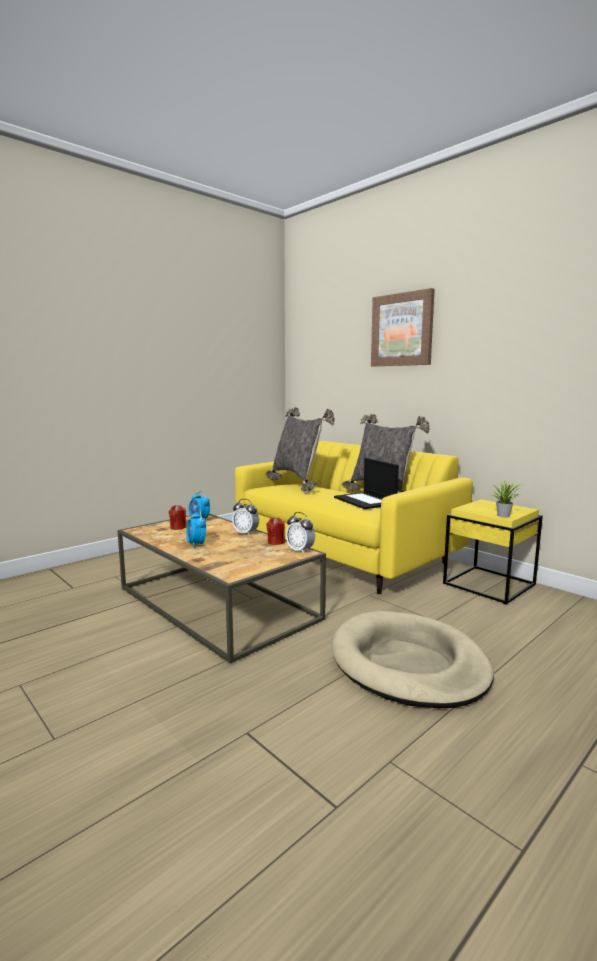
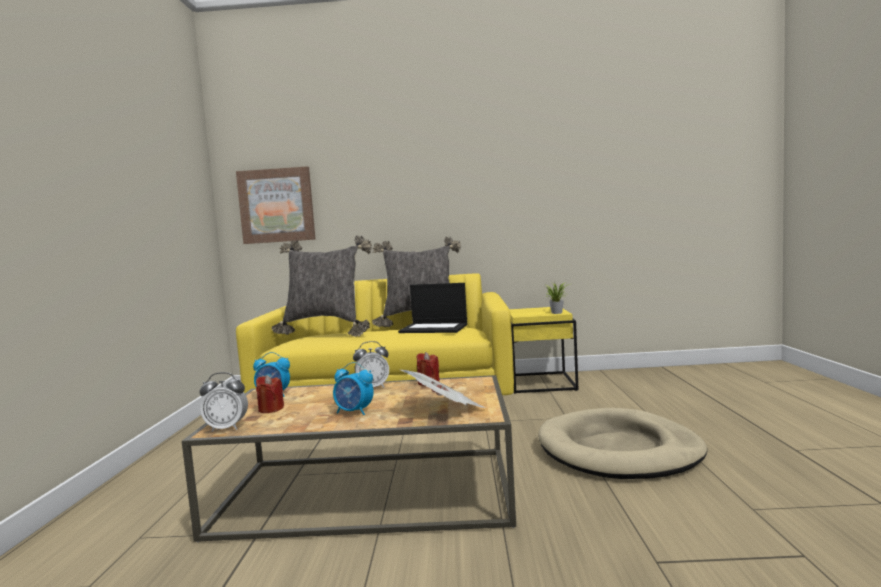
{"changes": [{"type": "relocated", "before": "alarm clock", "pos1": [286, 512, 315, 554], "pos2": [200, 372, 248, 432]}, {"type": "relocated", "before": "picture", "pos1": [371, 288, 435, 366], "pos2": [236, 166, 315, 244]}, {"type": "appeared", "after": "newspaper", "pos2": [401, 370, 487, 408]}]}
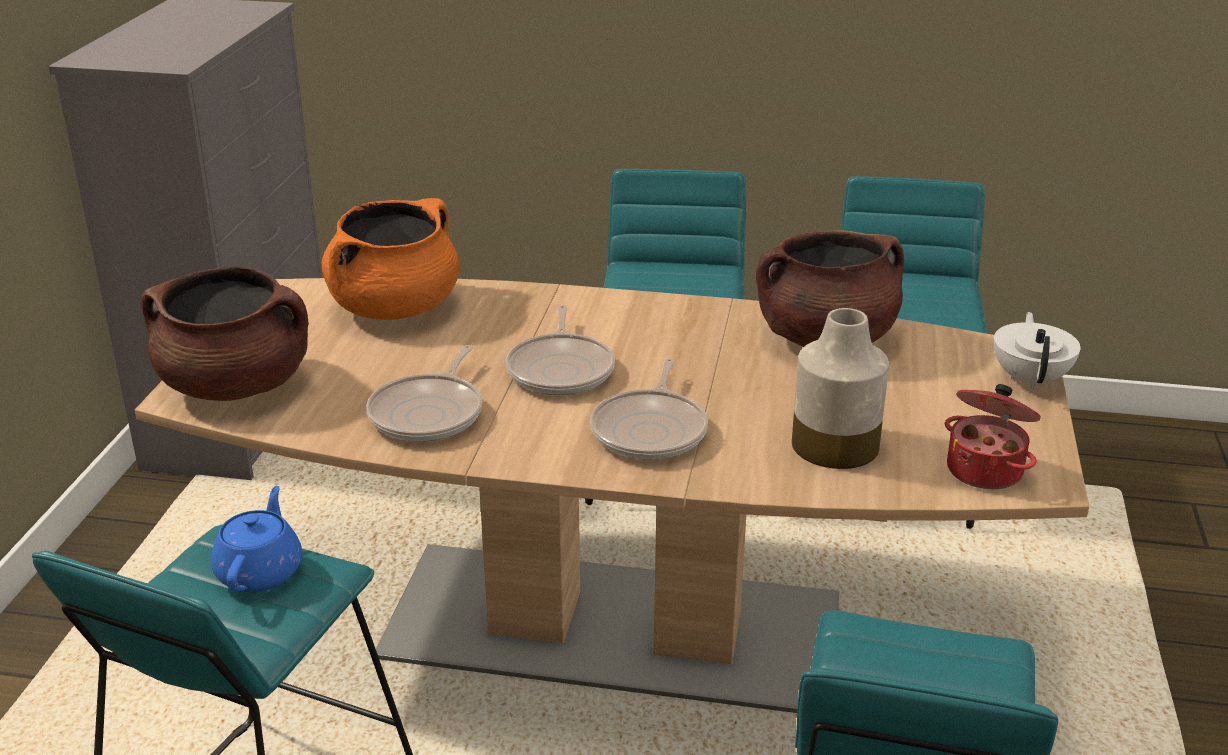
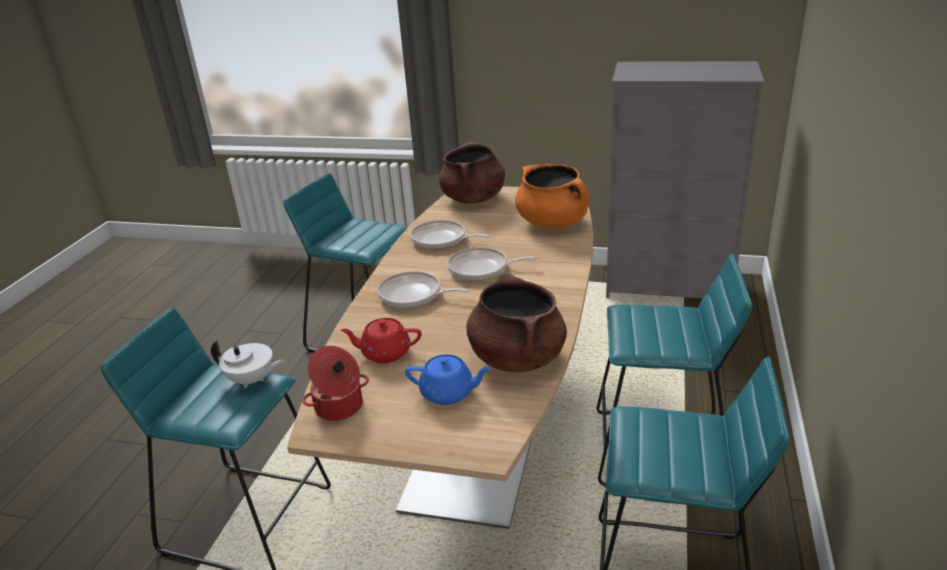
{"changes": [{"type": "relocated", "before": "teapot (blue)", "pos1": [211, 486, 302, 592], "pos2": [405, 354, 491, 405]}, {"type": "exchanged", "before": "vase (beige)", "after": "teapot (red)", "pos1": [792, 308, 889, 469], "pos2": [340, 318, 422, 363]}, {"type": "relocated", "before": "teapot (white)", "pos1": [994, 312, 1081, 390], "pos2": [211, 340, 284, 388]}]}
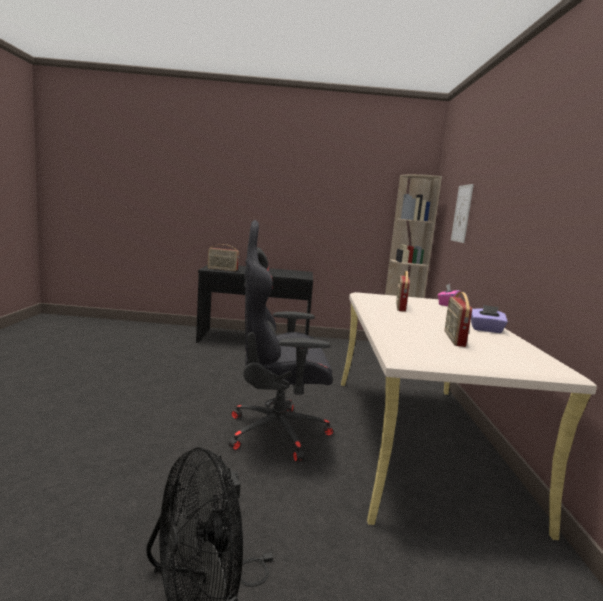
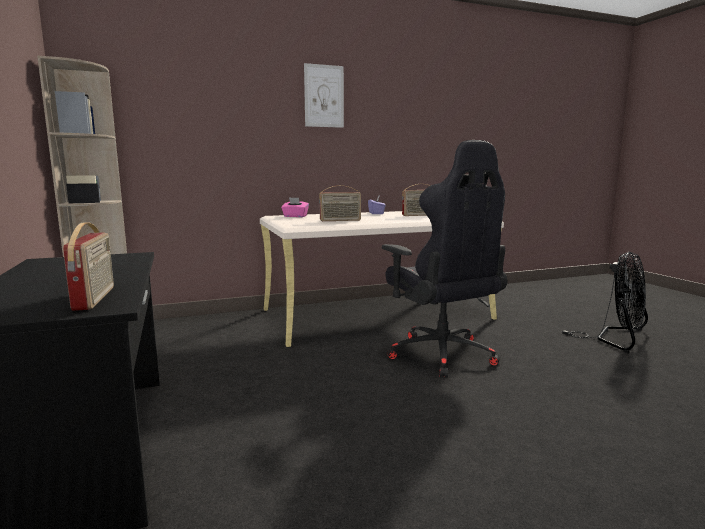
{"changes": [{"type": "relocated", "before": "picture", "pos1": [451, 184, 474, 243], "pos2": [304, 63, 344, 128]}]}
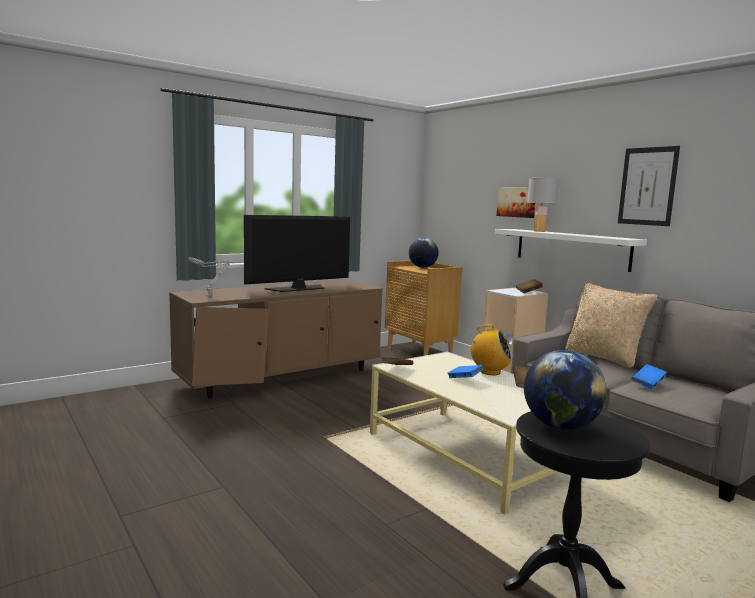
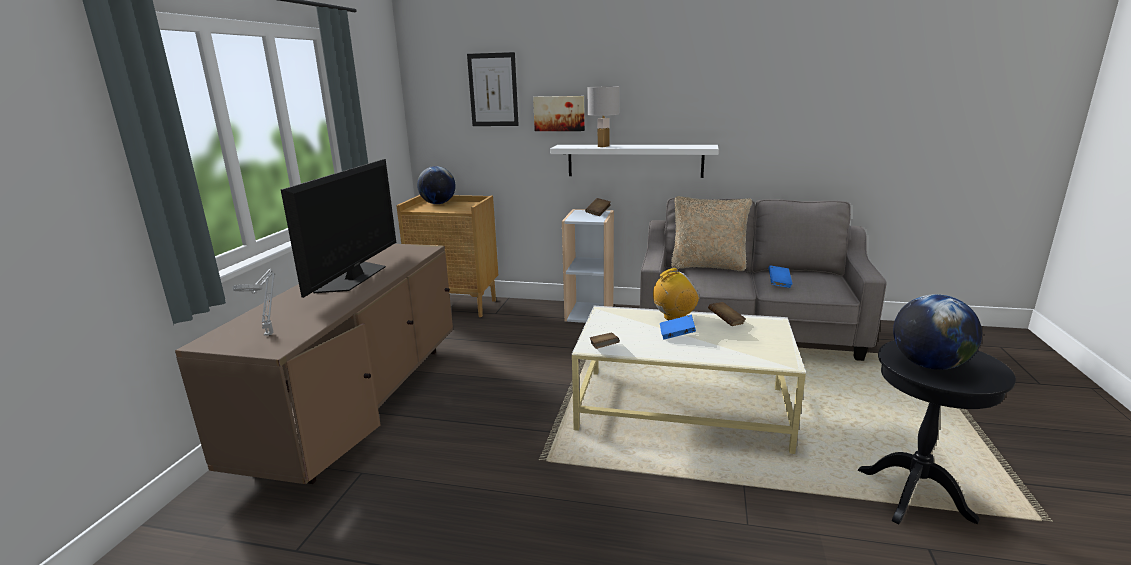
{"changes": [{"type": "relocated", "before": "picture", "pos1": [618, 146, 680, 226], "pos2": [467, 52, 519, 126]}]}
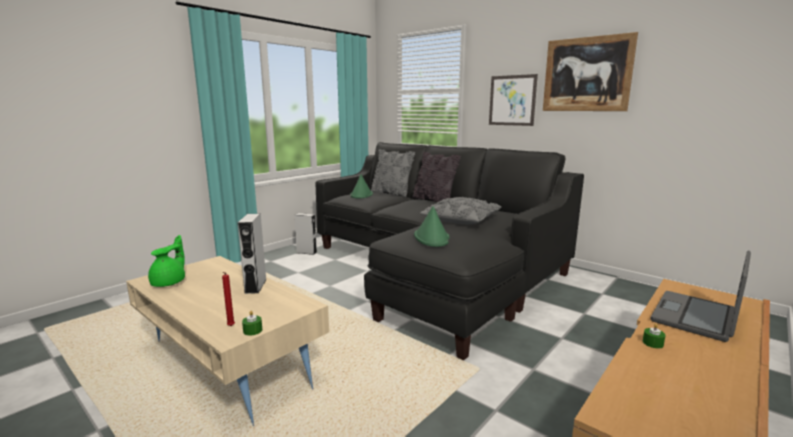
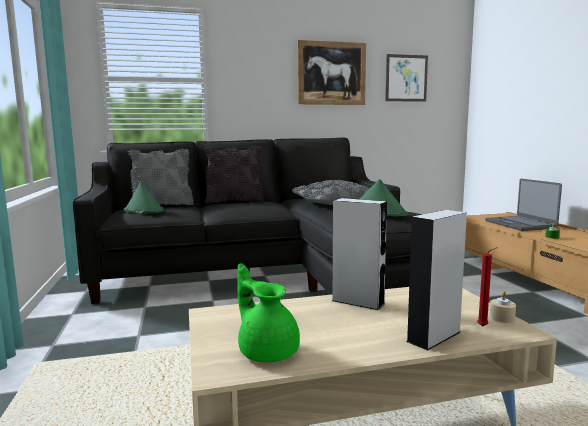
{"changes": [{"type": "colour", "before": "candle (green)", "after": "candle (beige)", "pos1": [242, 311, 262, 336], "pos2": [489, 291, 516, 323]}, {"type": "relocated", "before": "speaker (grey)", "pos1": [294, 213, 317, 255], "pos2": [406, 210, 467, 351]}, {"type": "relocated", "before": "picture", "pos1": [489, 74, 538, 126], "pos2": [385, 54, 428, 102]}]}
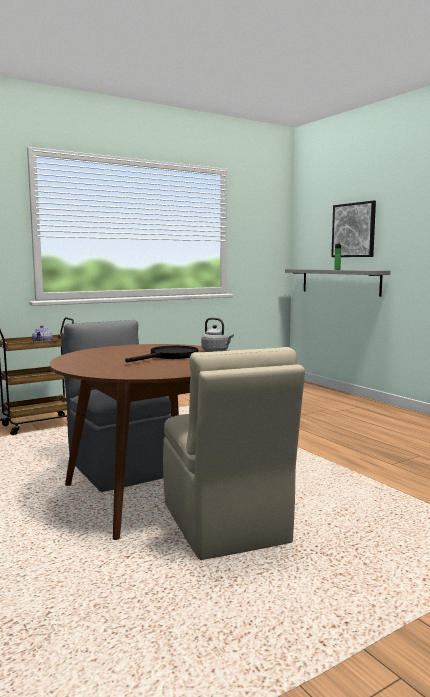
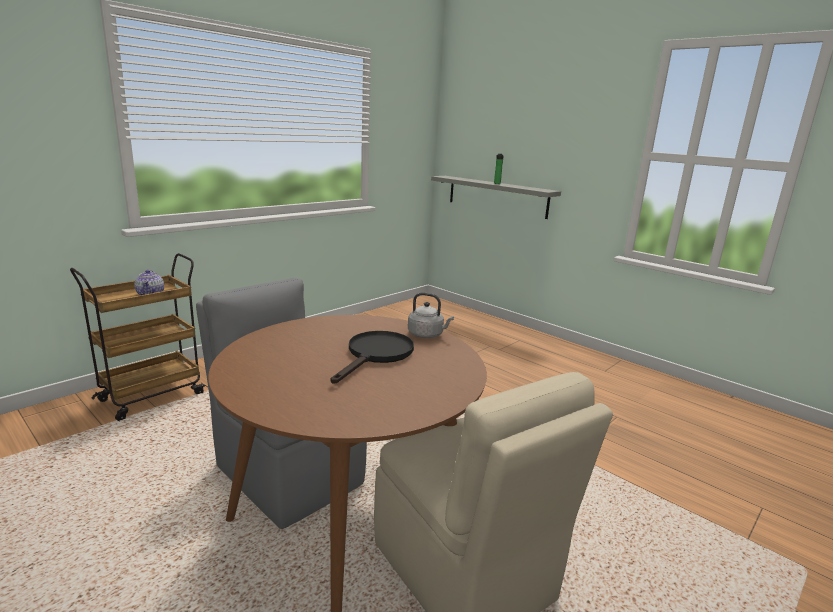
{"changes": [{"type": "missing", "before": "picture", "pos1": [331, 201, 376, 257]}]}
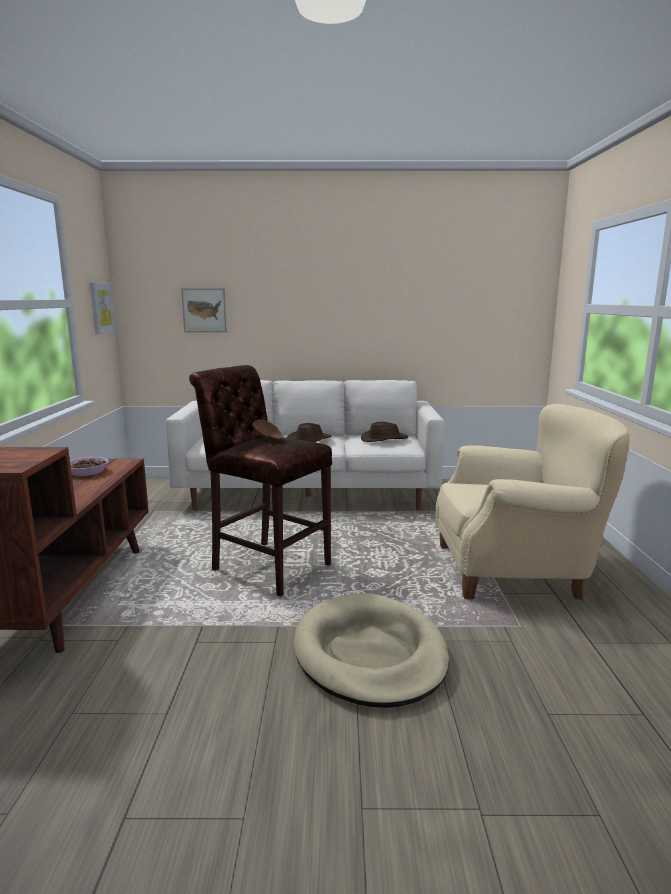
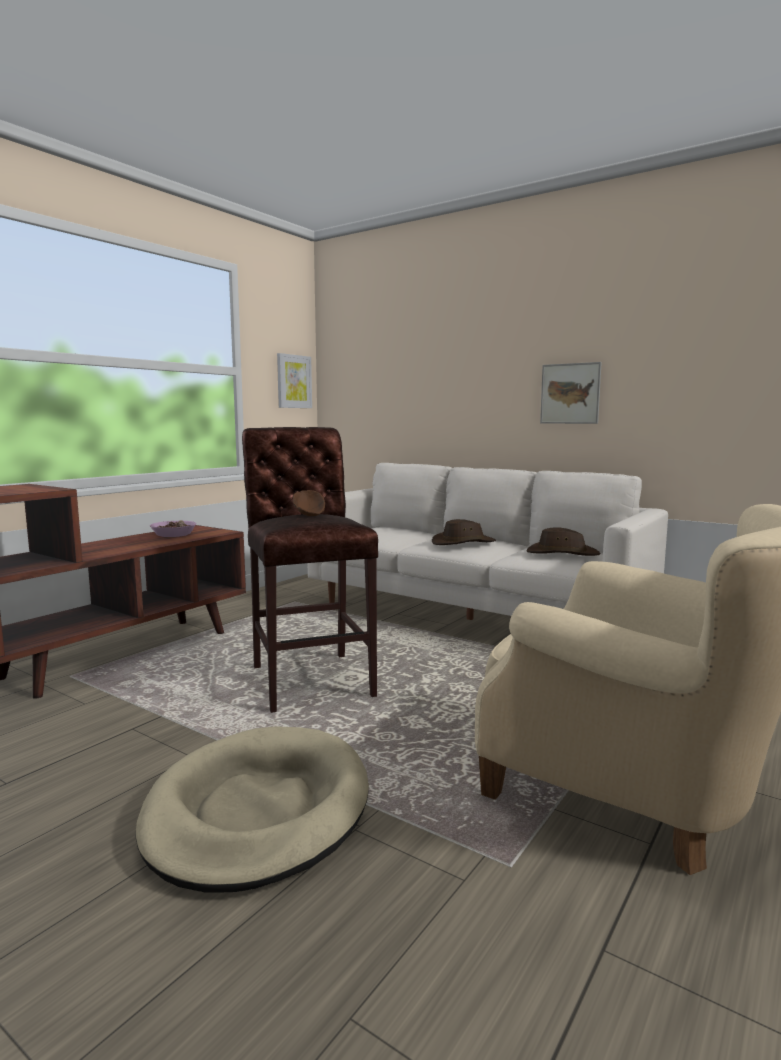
{"changes": [{"type": "relocated", "before": "picture", "pos1": [181, 288, 227, 332], "pos2": [540, 362, 602, 424]}]}
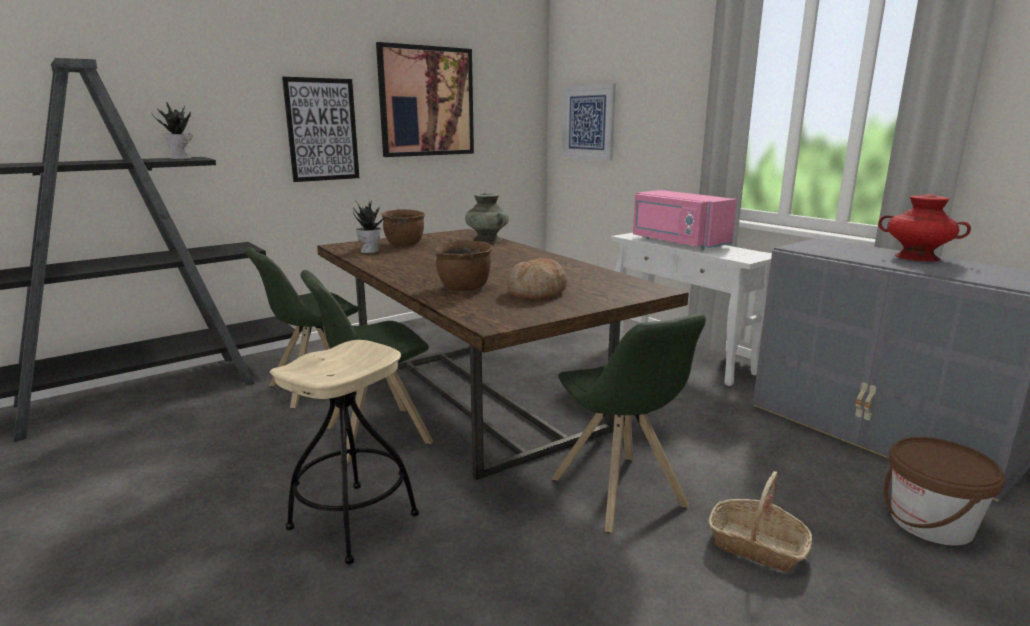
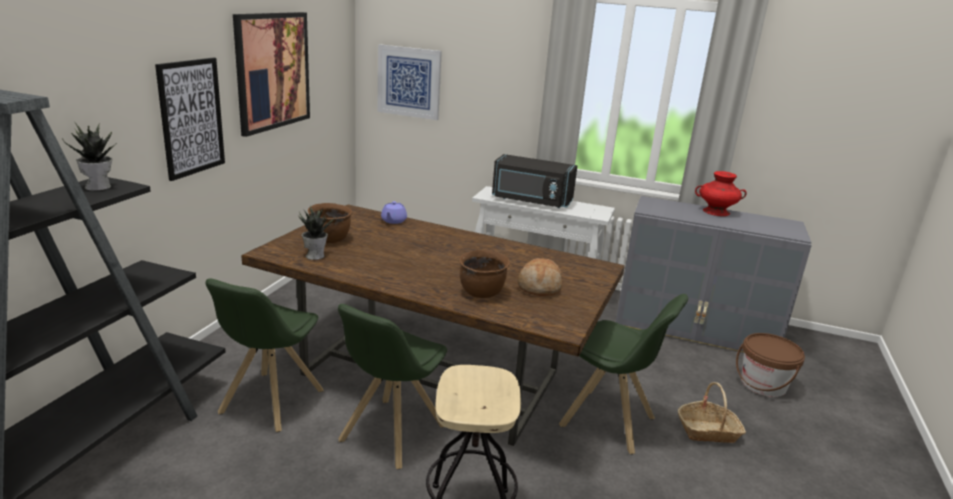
{"changes": [{"type": "exchanged", "before": "vase (turquoise)", "after": "teapot (purple)", "pos1": [465, 192, 509, 243], "pos2": [381, 201, 407, 224]}, {"type": "colour", "before": "microwave (pink)", "after": "microwave (black)", "pos1": [633, 190, 737, 250], "pos2": [492, 154, 577, 208]}]}
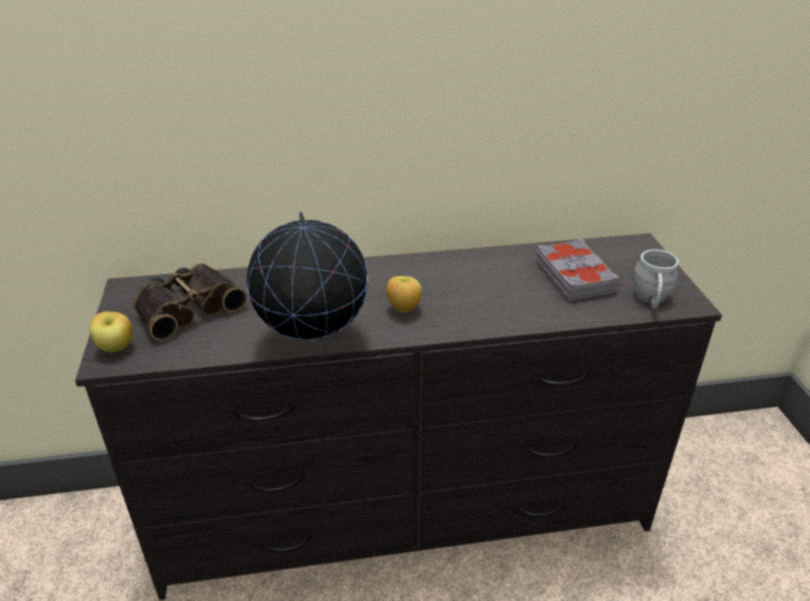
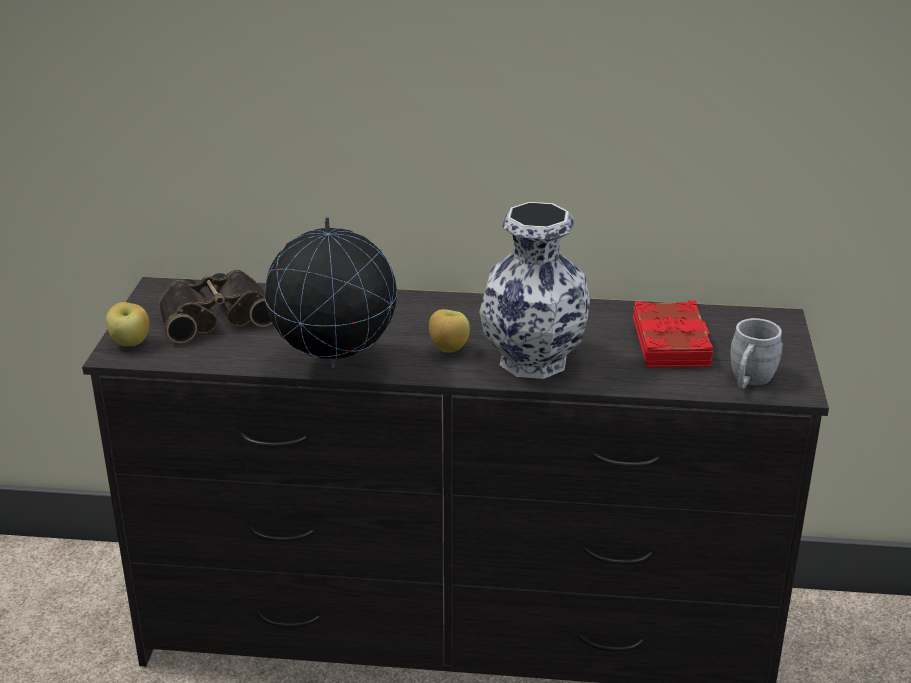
{"changes": [{"type": "colour", "before": "book (grey)", "after": "book (red)", "pos1": [535, 238, 619, 301], "pos2": [633, 300, 713, 367]}, {"type": "appeared", "after": "vase", "pos2": [479, 202, 590, 379]}]}
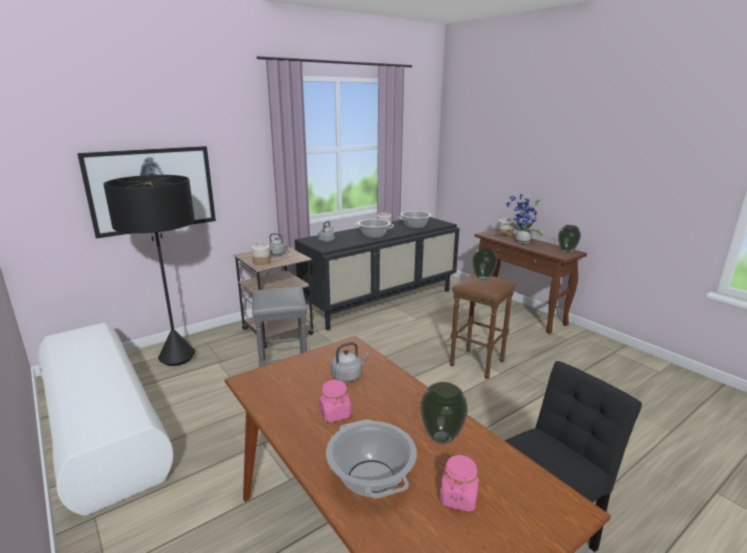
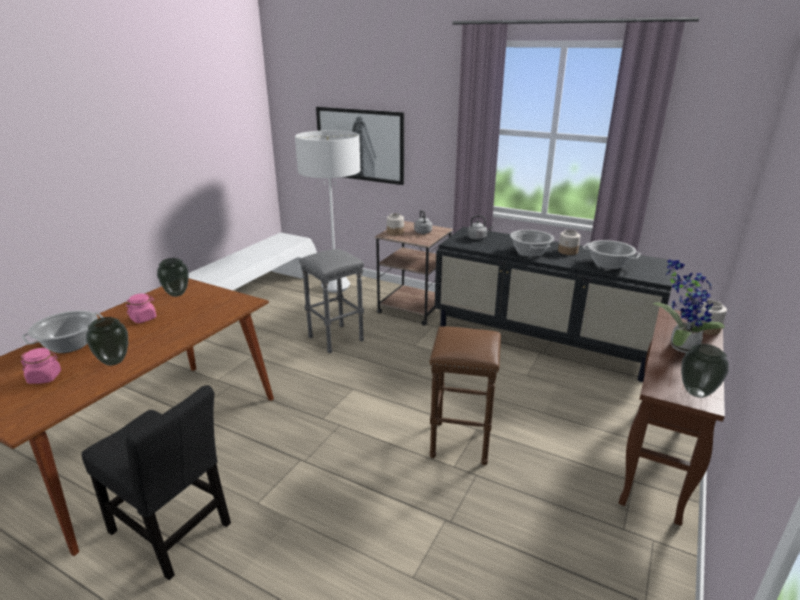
{"changes": [{"type": "colour", "before": "floor lamp (black)", "after": "floor lamp (white)", "pos1": [103, 175, 195, 366], "pos2": [295, 130, 360, 293]}, {"type": "missing", "before": "kettle (grey)", "pos1": [331, 342, 369, 382]}, {"type": "relocated", "before": "vase", "pos1": [472, 247, 498, 280], "pos2": [157, 258, 189, 297]}]}
